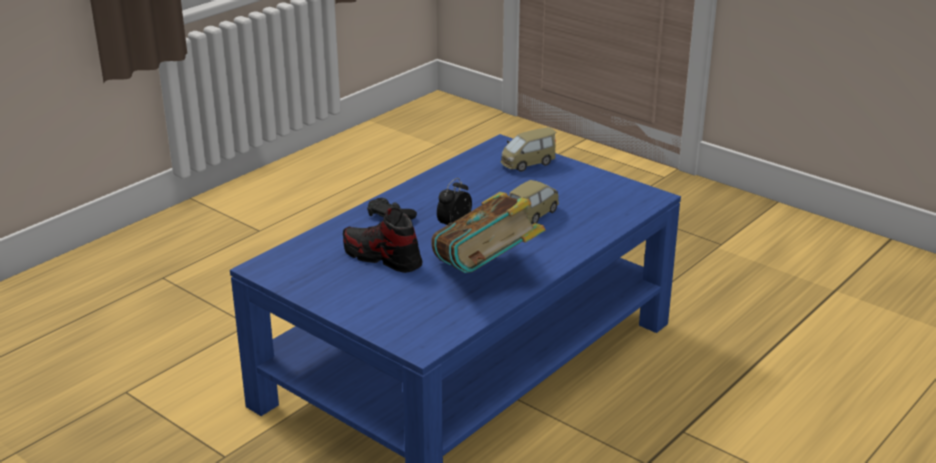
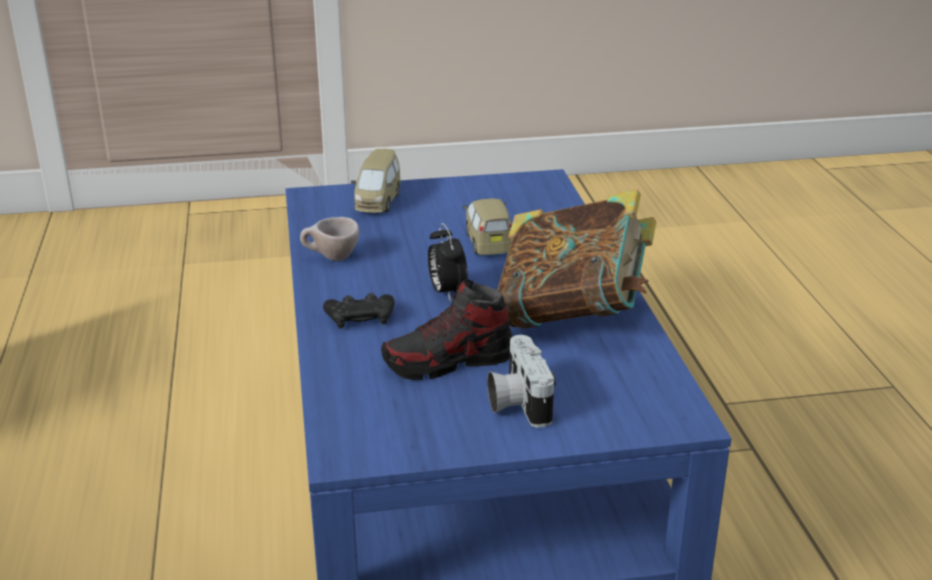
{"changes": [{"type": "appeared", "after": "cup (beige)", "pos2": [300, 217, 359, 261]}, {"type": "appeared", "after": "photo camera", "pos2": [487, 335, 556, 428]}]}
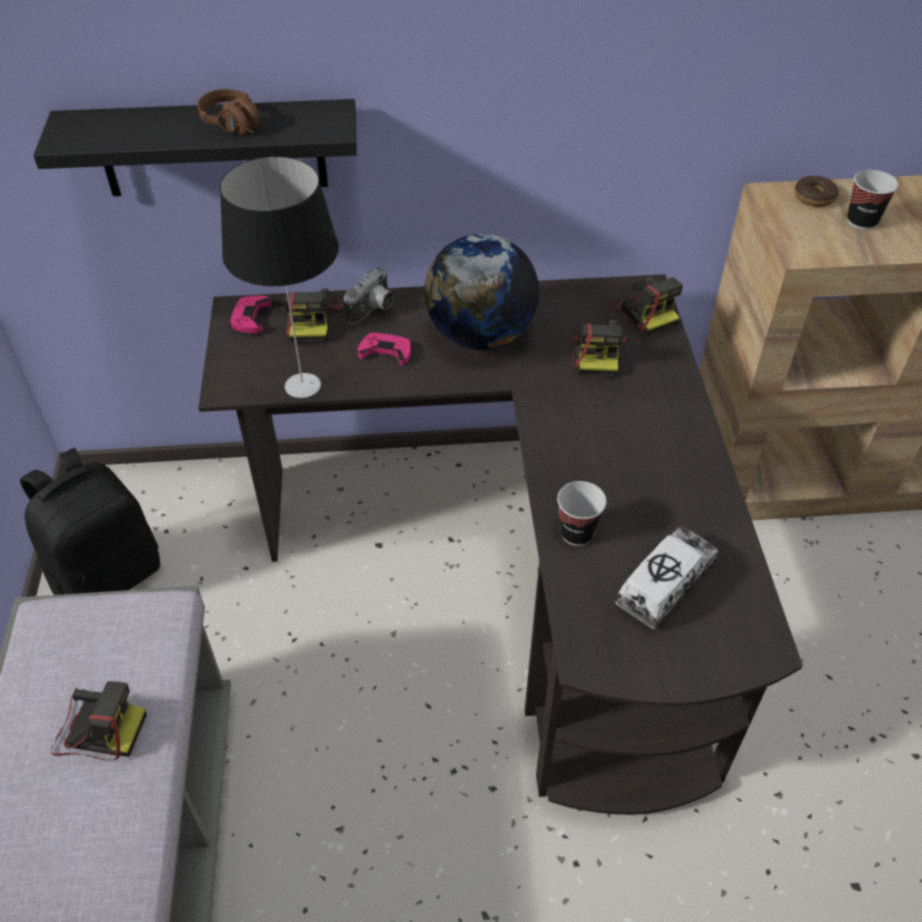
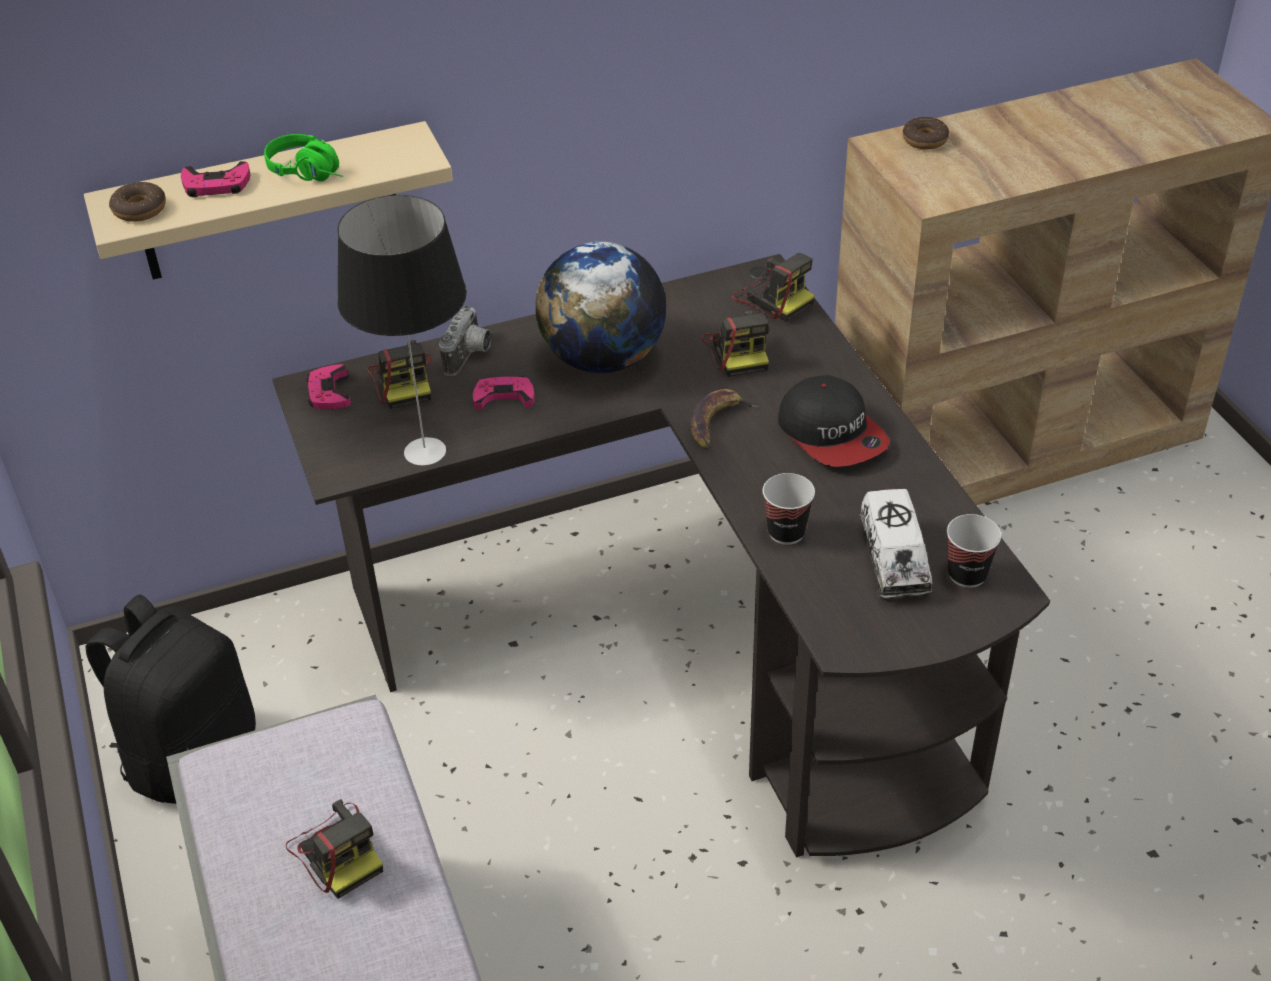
{"changes": [{"type": "colour", "before": "shelf (black)", "after": "shelf (beige)", "pos1": [33, 99, 357, 196], "pos2": [84, 121, 453, 280]}, {"type": "spun", "before": "photo camera", "pos1": [51, 681, 147, 760], "pos2": [286, 799, 383, 899], "turn": 60}, {"type": "colour", "before": "headphones (brown)", "after": "headphones (green)", "pos1": [198, 89, 259, 135], "pos2": [264, 134, 343, 181]}, {"type": "spun", "before": "toy truck", "pos1": [616, 527, 718, 630], "pos2": [860, 489, 932, 599], "turn": 150}, {"type": "relocated", "before": "cup", "pos1": [847, 170, 898, 230], "pos2": [947, 514, 1001, 588]}, {"type": "appeared", "after": "donut", "pos2": [109, 182, 166, 222]}, {"type": "appeared", "after": "game controller (pink)", "pos2": [181, 161, 250, 197]}, {"type": "appeared", "after": "banana", "pos2": [691, 389, 758, 450]}, {"type": "appeared", "after": "cap", "pos2": [778, 375, 890, 467]}]}
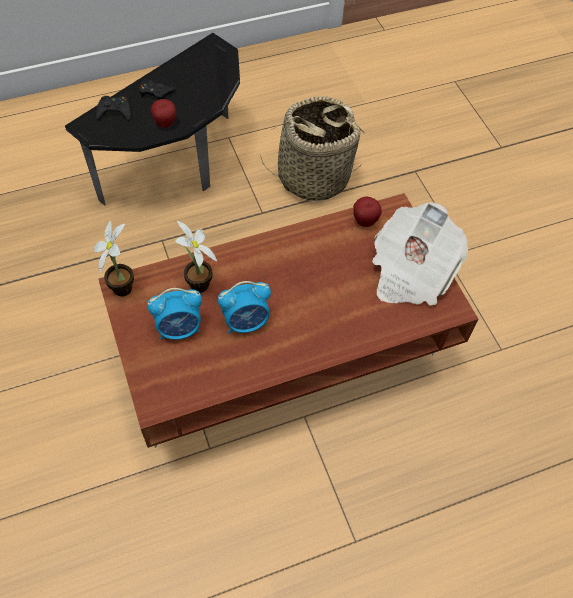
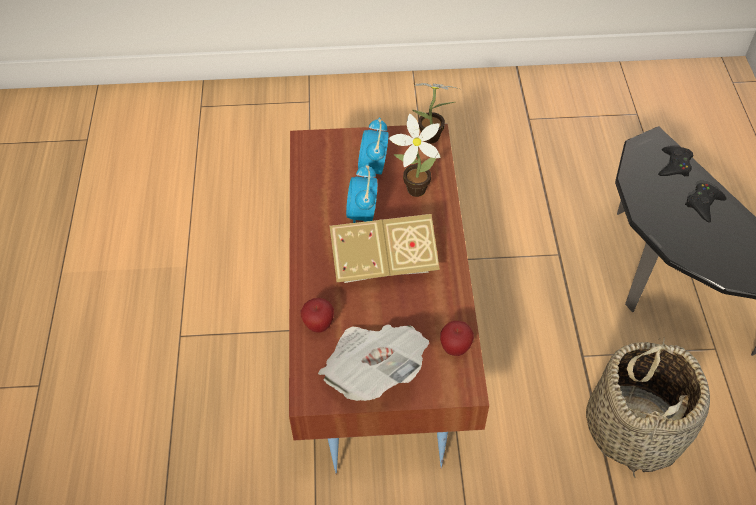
{"changes": [{"type": "relocated", "before": "apple", "pos1": [151, 99, 176, 127], "pos2": [301, 298, 334, 333]}, {"type": "appeared", "after": "book", "pos2": [330, 214, 440, 283]}]}
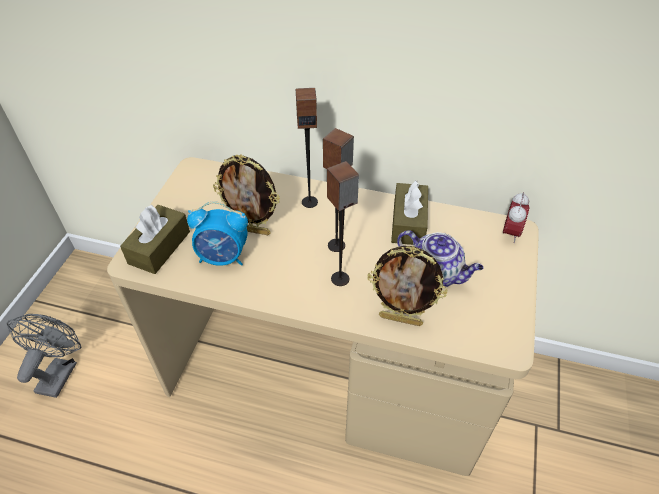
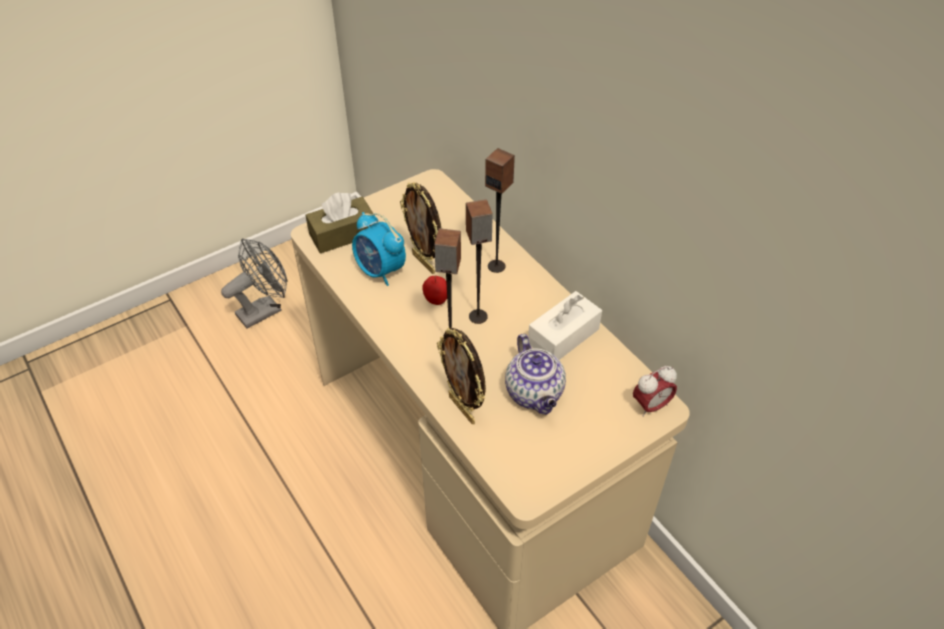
{"changes": [{"type": "colour", "before": "tissue box (brown)", "after": "tissue box (white)", "pos1": [391, 180, 428, 245], "pos2": [528, 291, 602, 360]}, {"type": "appeared", "after": "apple", "pos2": [422, 276, 447, 305]}]}
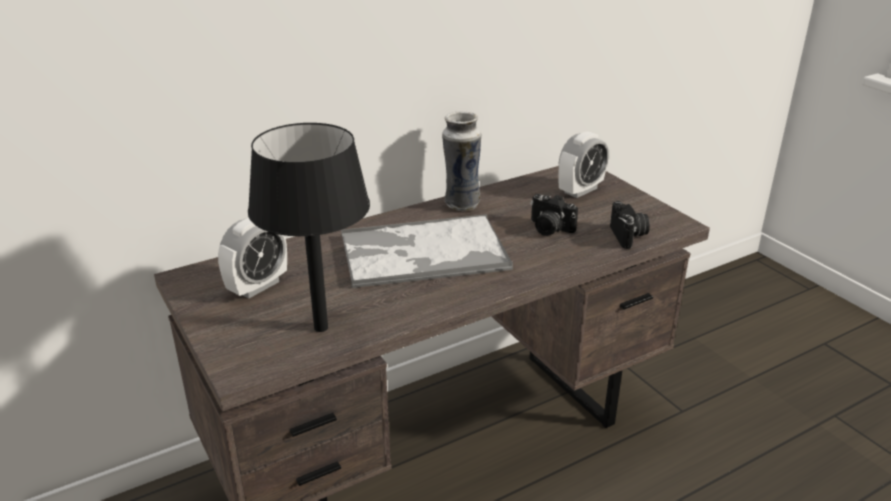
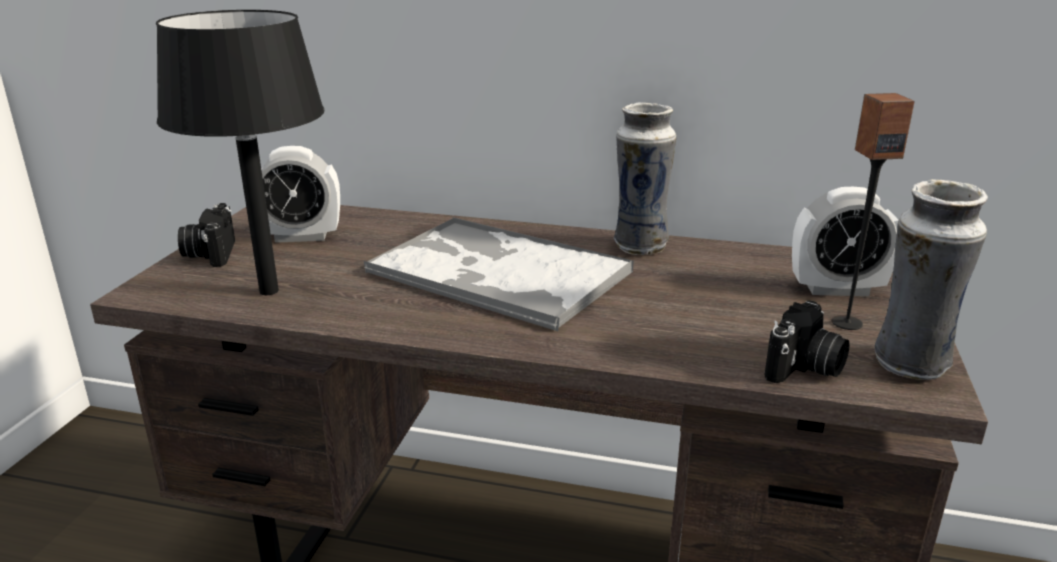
{"changes": [{"type": "relocated", "before": "photo camera", "pos1": [531, 194, 578, 236], "pos2": [178, 203, 235, 267]}, {"type": "appeared", "after": "speaker", "pos2": [832, 93, 914, 330]}, {"type": "appeared", "after": "vase", "pos2": [875, 179, 988, 380]}]}
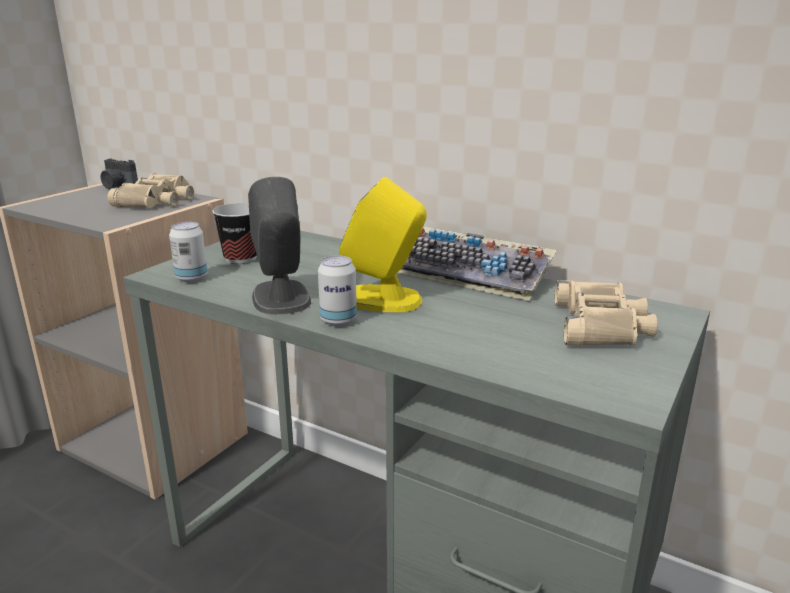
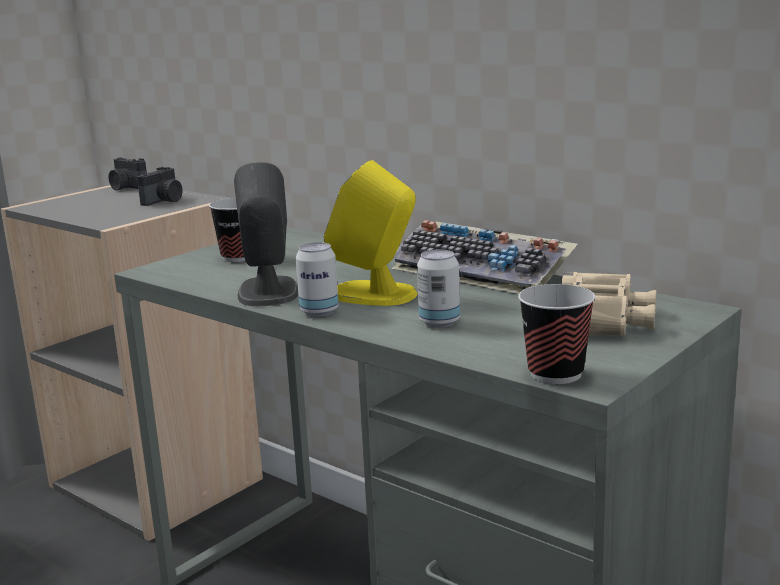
{"changes": [{"type": "exchanged", "before": "binoculars (beige)", "after": "photo camera", "pos1": [107, 173, 194, 208], "pos2": [137, 167, 183, 206]}, {"type": "relocated", "before": "can", "pos1": [169, 222, 208, 282], "pos2": [417, 250, 460, 328]}, {"type": "appeared", "after": "cup", "pos2": [518, 284, 595, 384]}]}
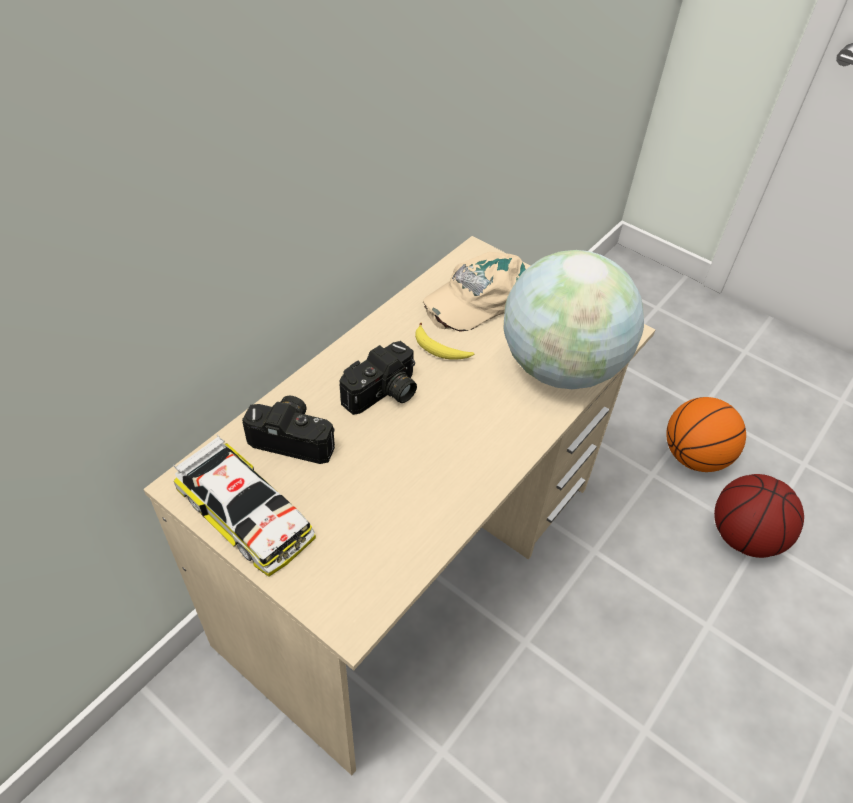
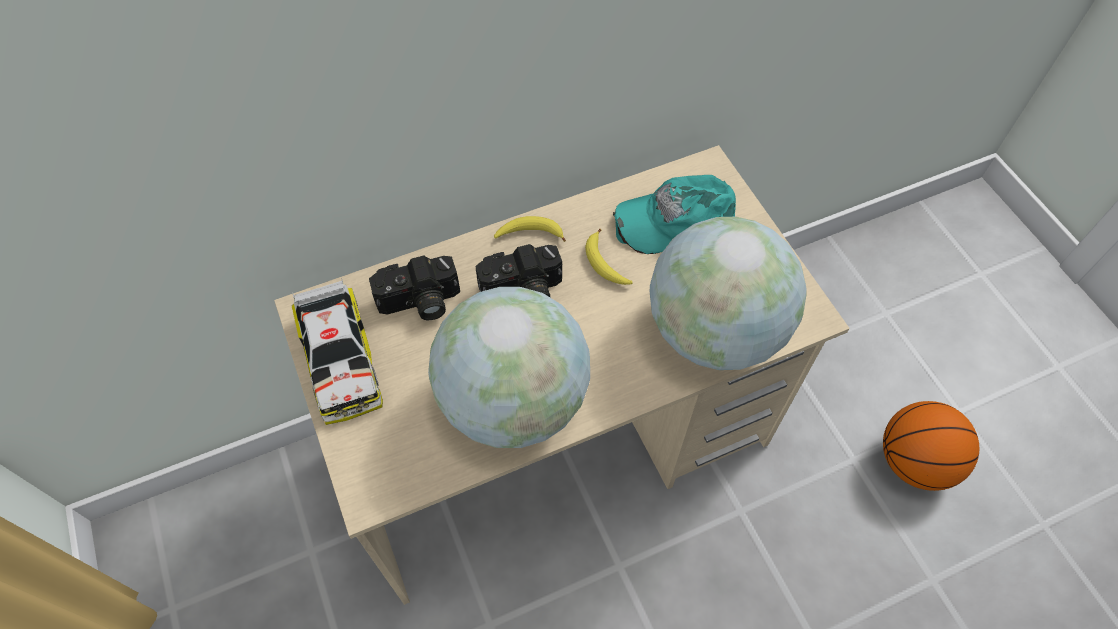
{"changes": [{"type": "spun", "before": "photo camera", "pos1": [242, 396, 335, 464], "pos2": [369, 256, 460, 320], "turn": 120}, {"type": "colour", "before": "cap (beige)", "after": "cap (turquoise)", "pos1": [423, 252, 526, 332], "pos2": [613, 175, 736, 254]}, {"type": "missing", "before": "basketball", "pos1": [714, 474, 804, 558]}, {"type": "appeared", "after": "globe", "pos2": [428, 287, 590, 448]}, {"type": "appeared", "after": "banana", "pos2": [494, 216, 566, 242]}]}
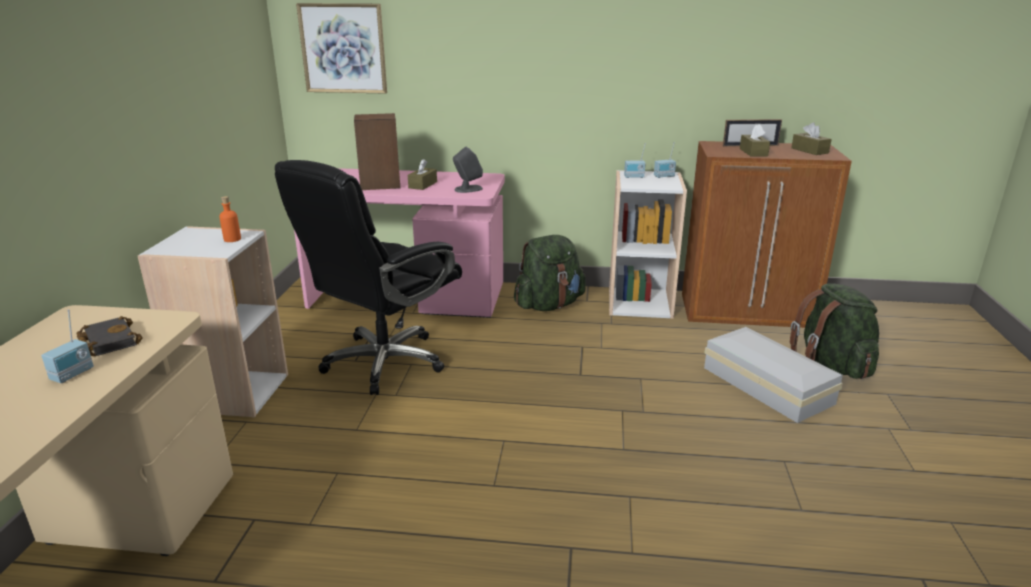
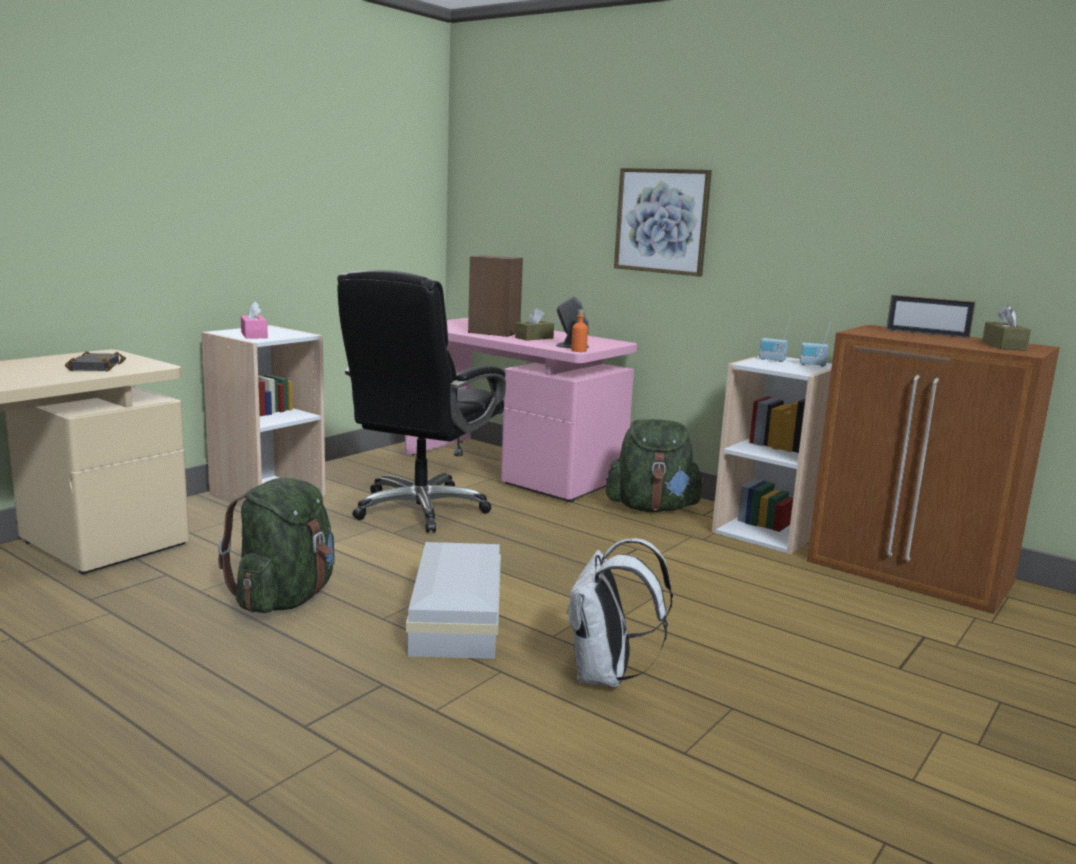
{"changes": [{"type": "missing", "before": "radio", "pos1": [41, 309, 94, 383]}, {"type": "relocated", "before": "bottle (orange)", "pos1": [219, 196, 241, 242], "pos2": [571, 310, 588, 352]}, {"type": "spun", "before": "office chair (black)", "pos1": [275, 160, 462, 395], "pos2": [338, 270, 506, 533], "turn": -45}, {"type": "relocated", "before": "picture", "pos1": [296, 3, 387, 94], "pos2": [614, 168, 712, 277]}, {"type": "relocated", "before": "storage box (white)", "pos1": [704, 327, 843, 423], "pos2": [406, 542, 501, 659]}, {"type": "missing", "before": "tissue box (brown)", "pos1": [740, 124, 770, 157]}, {"type": "relocated", "before": "backpack (green)", "pos1": [790, 284, 879, 379], "pos2": [218, 478, 335, 613]}, {"type": "appeared", "after": "tissue box (pink)", "pos2": [241, 301, 268, 339]}, {"type": "appeared", "after": "backpack (white)", "pos2": [567, 538, 673, 687]}]}
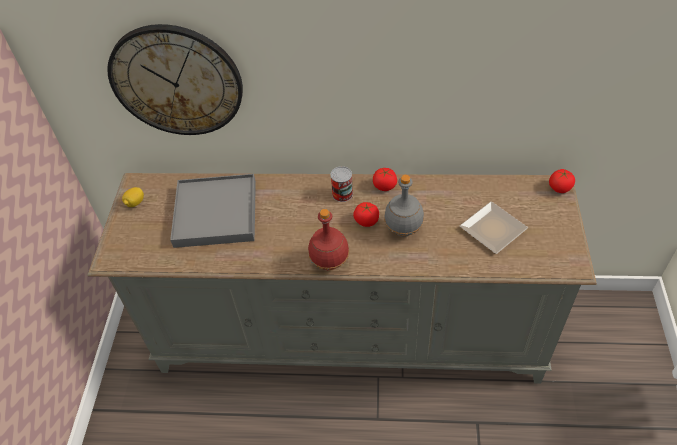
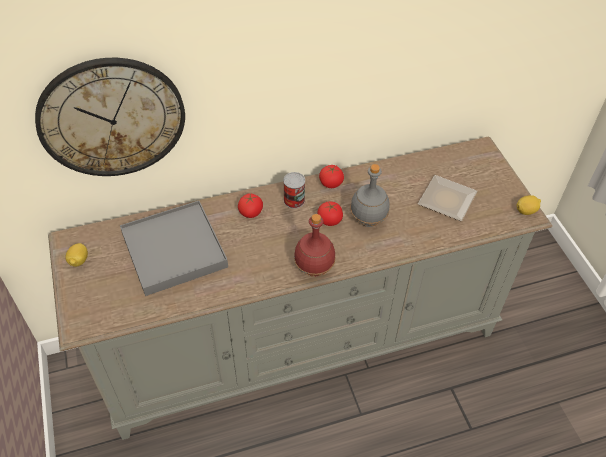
{"changes": [{"type": "relocated", "before": "tomato", "pos1": [549, 169, 575, 193], "pos2": [238, 193, 263, 218]}, {"type": "appeared", "after": "lemon", "pos2": [516, 195, 541, 215]}]}
